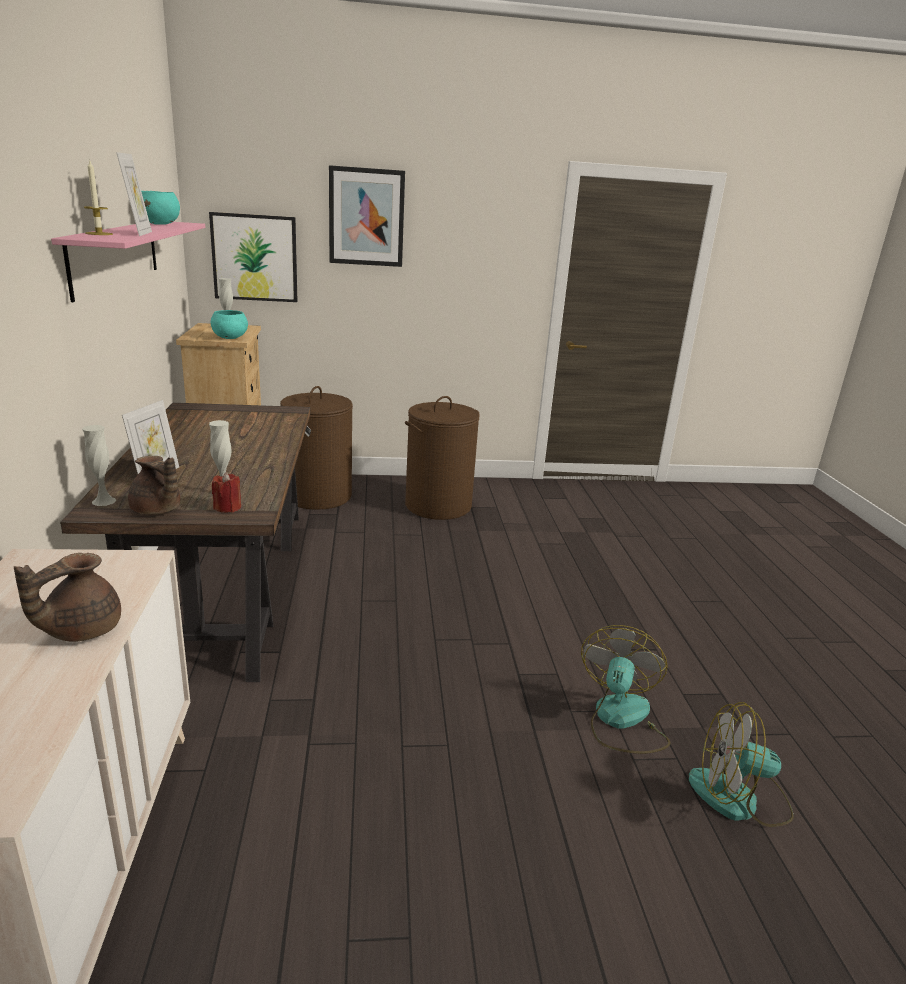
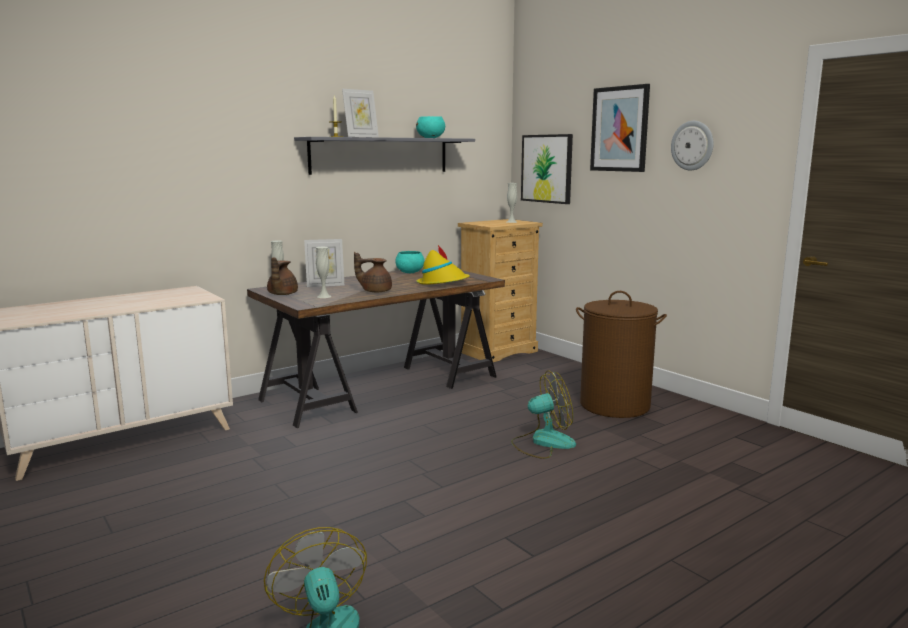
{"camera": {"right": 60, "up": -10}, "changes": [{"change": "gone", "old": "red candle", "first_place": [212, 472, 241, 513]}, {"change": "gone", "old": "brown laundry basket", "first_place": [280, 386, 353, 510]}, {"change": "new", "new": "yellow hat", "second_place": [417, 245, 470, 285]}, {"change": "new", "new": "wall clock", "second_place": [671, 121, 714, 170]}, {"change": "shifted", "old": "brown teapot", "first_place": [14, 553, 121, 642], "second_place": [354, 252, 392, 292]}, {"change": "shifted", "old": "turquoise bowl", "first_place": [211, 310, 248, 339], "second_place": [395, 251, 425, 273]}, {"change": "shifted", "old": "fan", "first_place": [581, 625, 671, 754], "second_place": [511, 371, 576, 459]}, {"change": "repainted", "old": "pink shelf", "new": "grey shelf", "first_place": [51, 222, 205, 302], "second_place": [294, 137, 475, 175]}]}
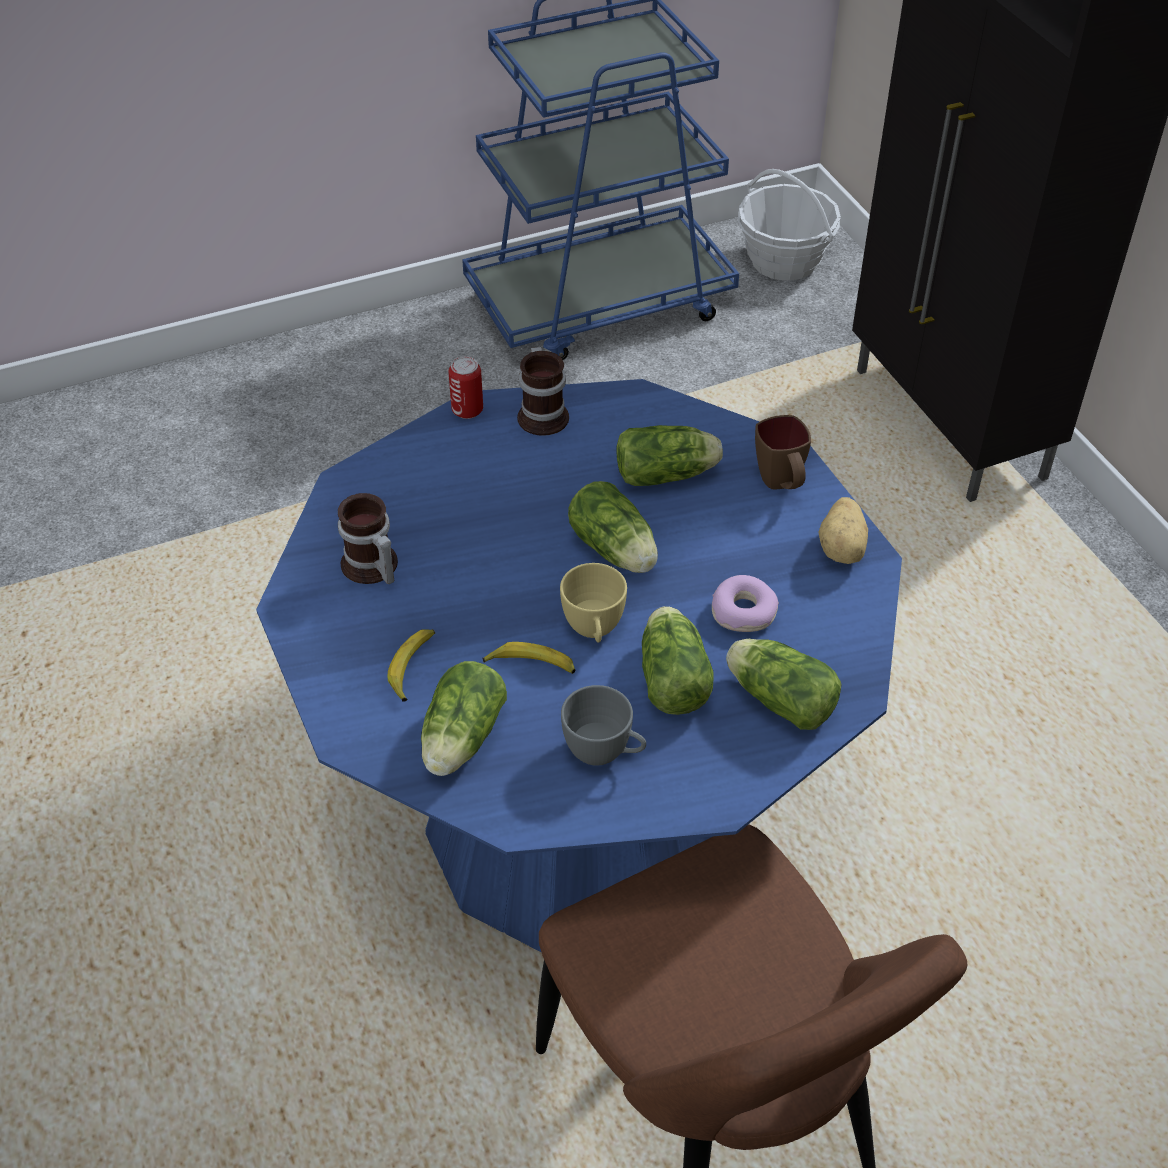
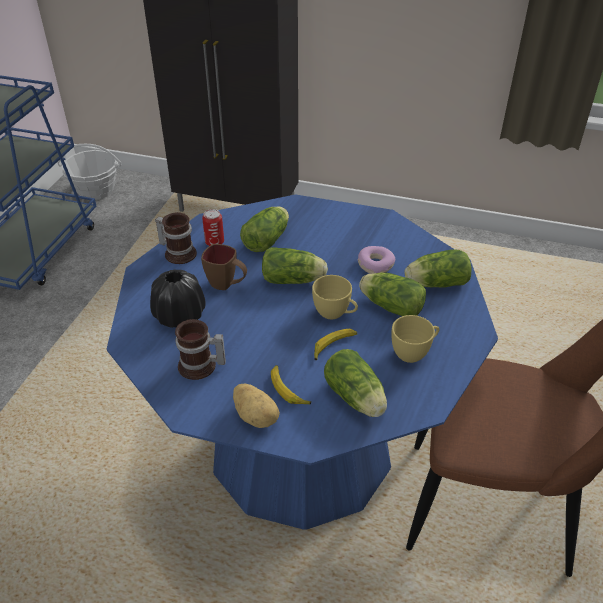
{"camera": {"right": -50, "up": -5}, "changes": [{"change": "new", "new": "black vase", "second_place": [150, 270, 206, 328]}, {"change": "shifted", "old": "can", "first_place": [448, 356, 483, 419], "second_place": [202, 209, 224, 246]}, {"change": "shifted", "old": "brown mug", "first_place": [755, 415, 811, 489], "second_place": [201, 244, 247, 290]}, {"change": "shifted", "old": "potato", "first_place": [818, 497, 868, 564], "second_place": [233, 383, 280, 428]}, {"change": "repainted", "old": "grey cup", "new": "yellow cup", "first_place": [561, 685, 646, 766], "second_place": [391, 315, 439, 363]}]}
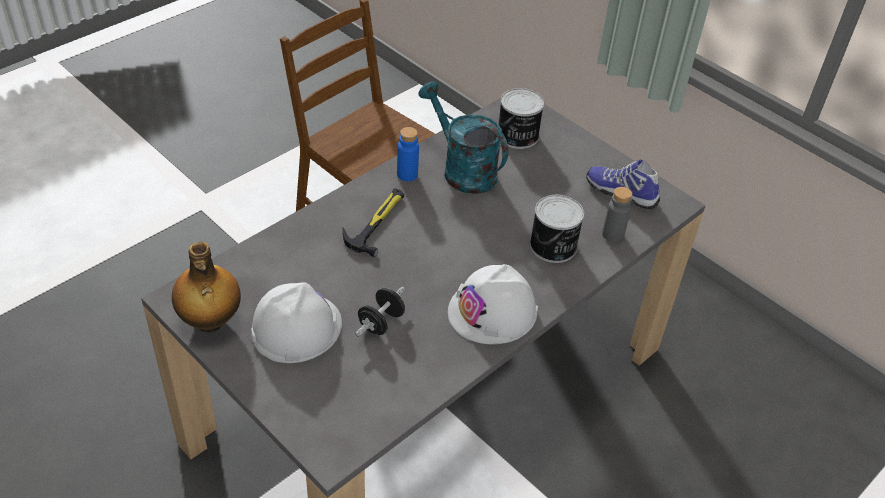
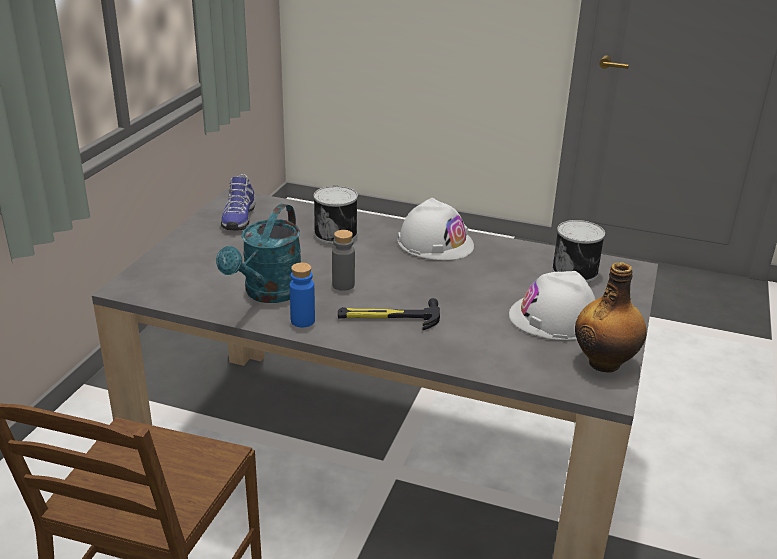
{"camera": {"right": -115, "up": -15}, "changes": [{"change": "gone", "old": "black dumbbell", "first_place": [356, 287, 405, 337]}, {"change": "shifted", "old": "can", "first_place": [499, 88, 544, 149], "second_place": [552, 220, 605, 282]}, {"change": "shifted", "old": "grey bottle", "first_place": [602, 187, 632, 242], "second_place": [332, 230, 355, 291]}]}
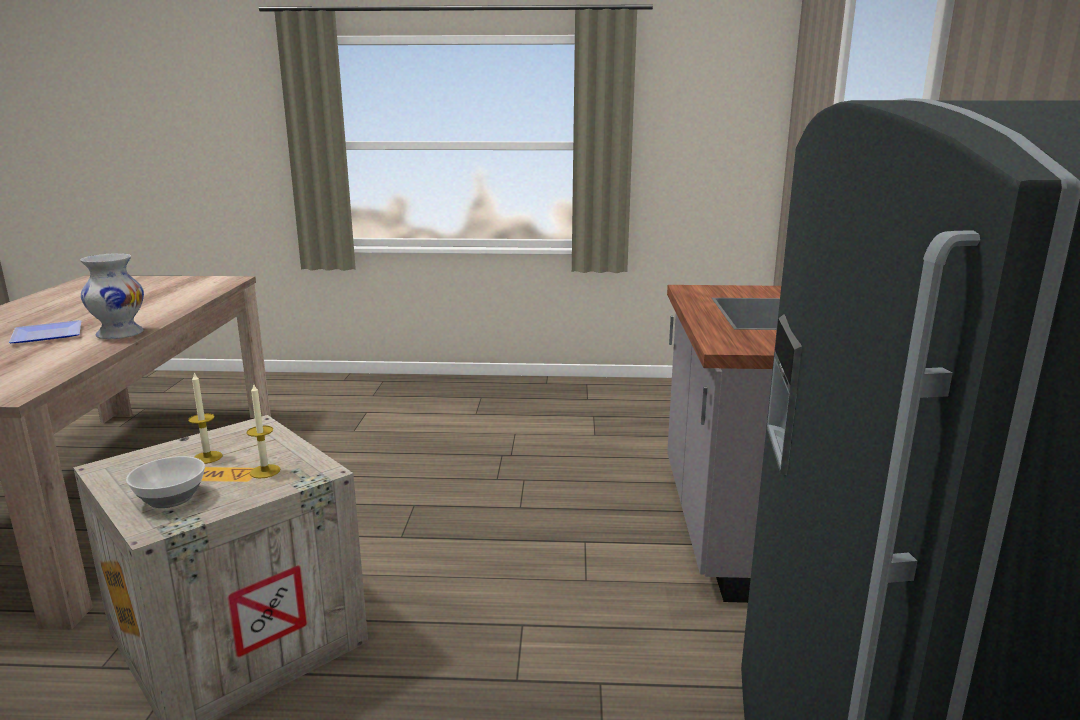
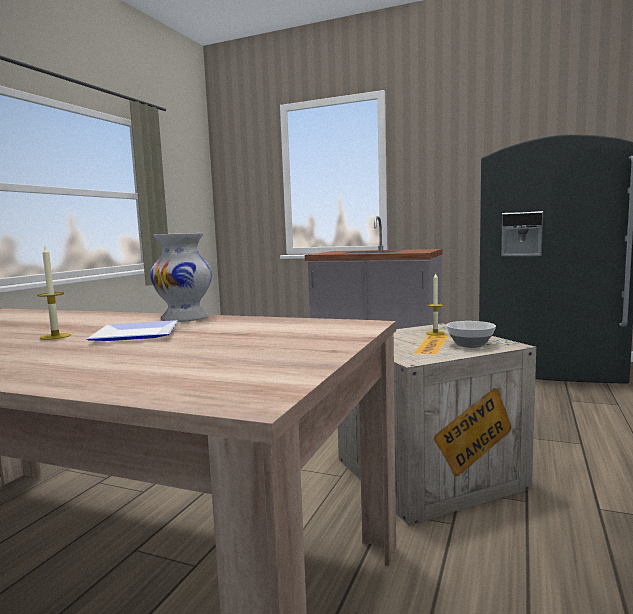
{"camera": {"right": -70, "up": -10}, "changes": [{"change": "shifted", "old": "candle", "first_place": [188, 372, 223, 464], "second_place": [37, 246, 71, 340]}]}
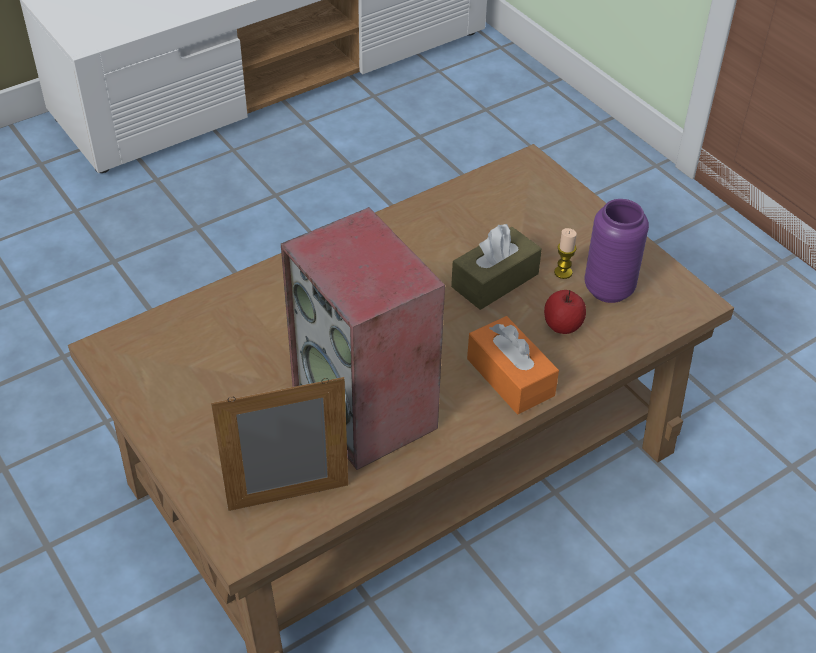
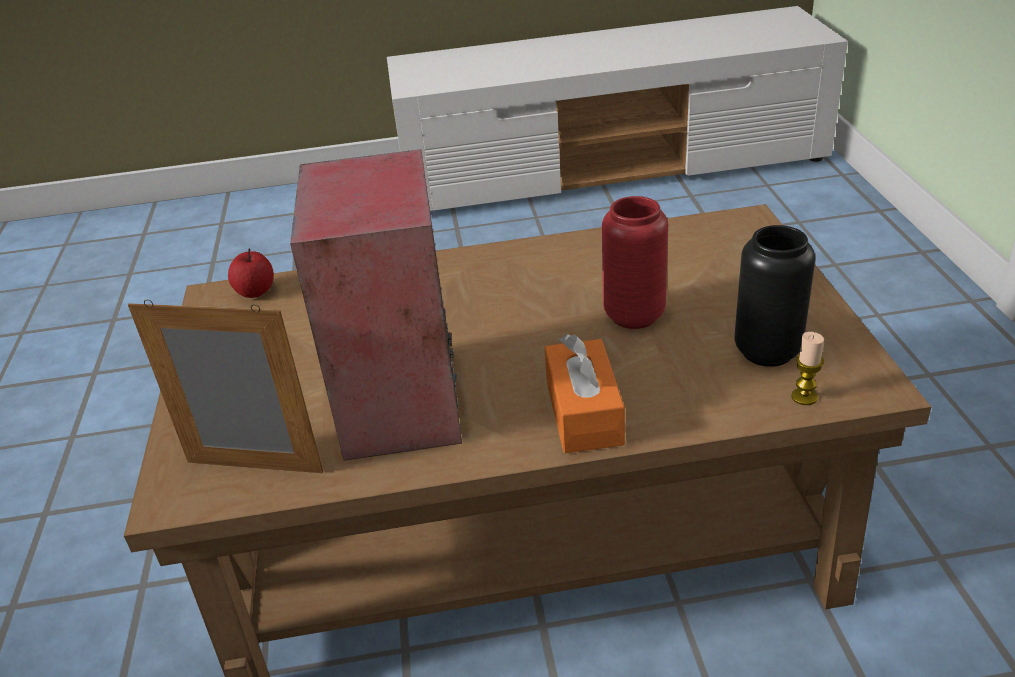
{"camera": {"right": 30, "up": -10}, "changes": [{"change": "shifted", "old": "apple", "first_place": [544, 290, 586, 334], "second_place": [228, 248, 274, 298]}, {"change": "shifted", "old": "candle", "first_place": [554, 228, 577, 279], "second_place": [791, 332, 824, 405]}, {"change": "swapped", "old": "brown tissue box", "new": "red vase", "first_place": [451, 224, 542, 310], "second_place": [602, 196, 668, 329]}, {"change": "repainted", "old": "purple vase", "new": "black vase", "first_place": [585, 199, 649, 303], "second_place": [734, 225, 815, 367]}]}
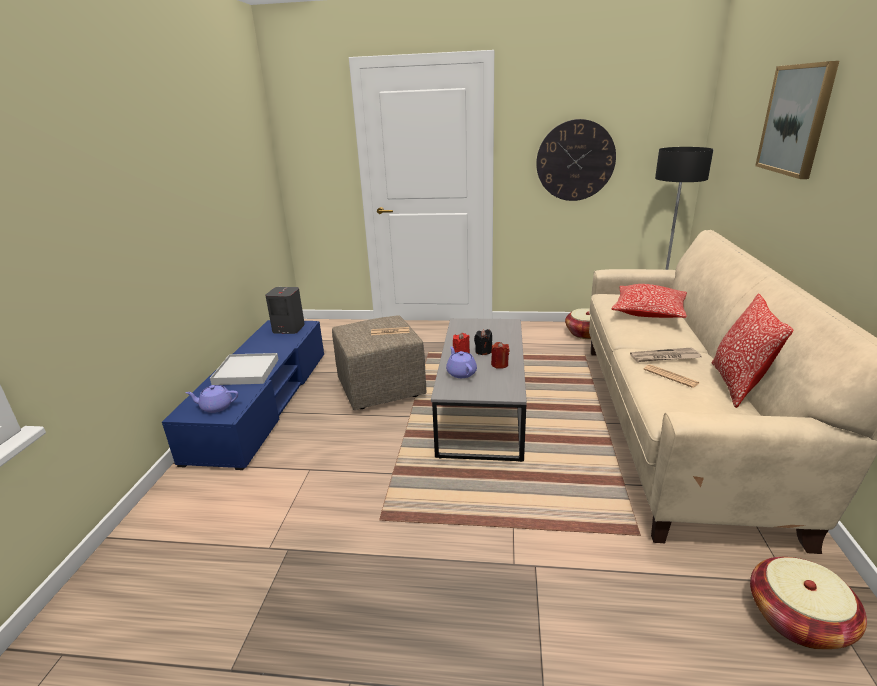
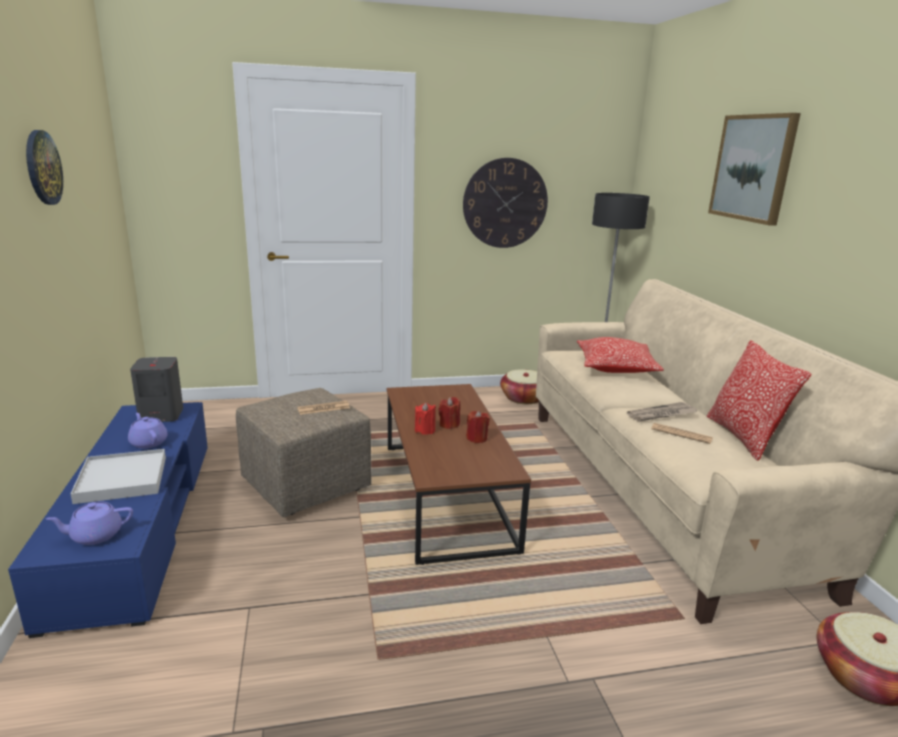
{"camera": {"right": -20, "up": -5}, "changes": [{"change": "new", "new": "wall clock", "second_place": [26, 130, 63, 205]}, {"change": "shifted", "old": "purple teapot", "first_place": [446, 347, 477, 378], "second_place": [128, 413, 168, 449]}, {"change": "repainted", "old": "grey coffee table", "new": "brown coffee table", "first_place": [431, 318, 527, 462], "second_place": [387, 384, 531, 565]}, {"change": "repainted", "old": "black candle", "new": "red candle", "first_place": [474, 329, 492, 355], "second_place": [438, 397, 460, 429]}]}
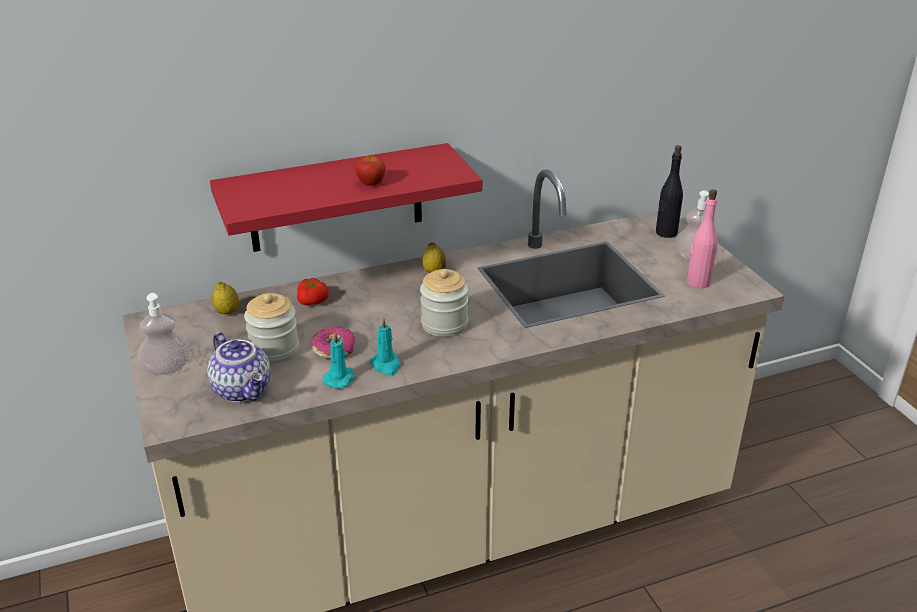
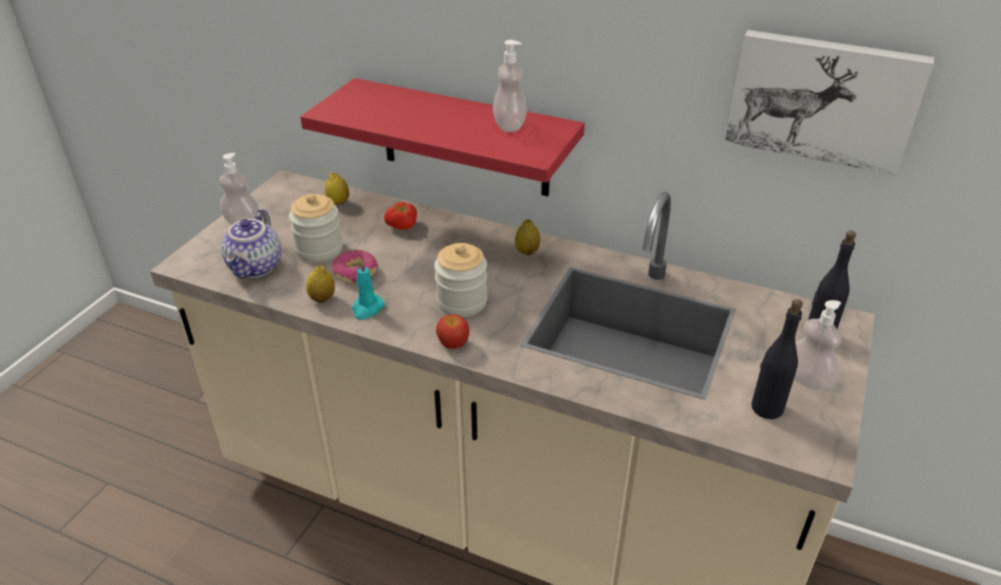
{"camera": {"right": 45, "up": 5}, "changes": [{"change": "new", "new": "soap dispenser", "second_place": [493, 40, 527, 132]}, {"change": "new", "new": "picture", "second_place": [725, 30, 934, 175]}, {"change": "shifted", "old": "apple", "first_place": [356, 156, 386, 186], "second_place": [436, 314, 469, 349]}, {"change": "swapped", "old": "turquoise candle", "new": "lemon", "first_place": [323, 331, 355, 389], "second_place": [306, 265, 335, 303]}, {"change": "repainted", "old": "pink bottle", "new": "black bottle", "first_place": [687, 189, 718, 288], "second_place": [751, 299, 803, 419]}]}
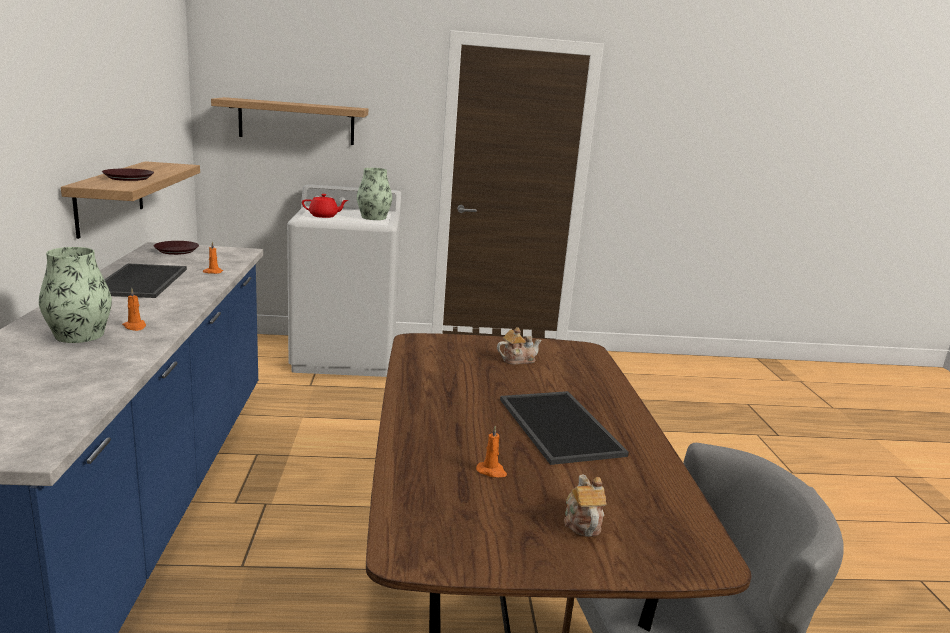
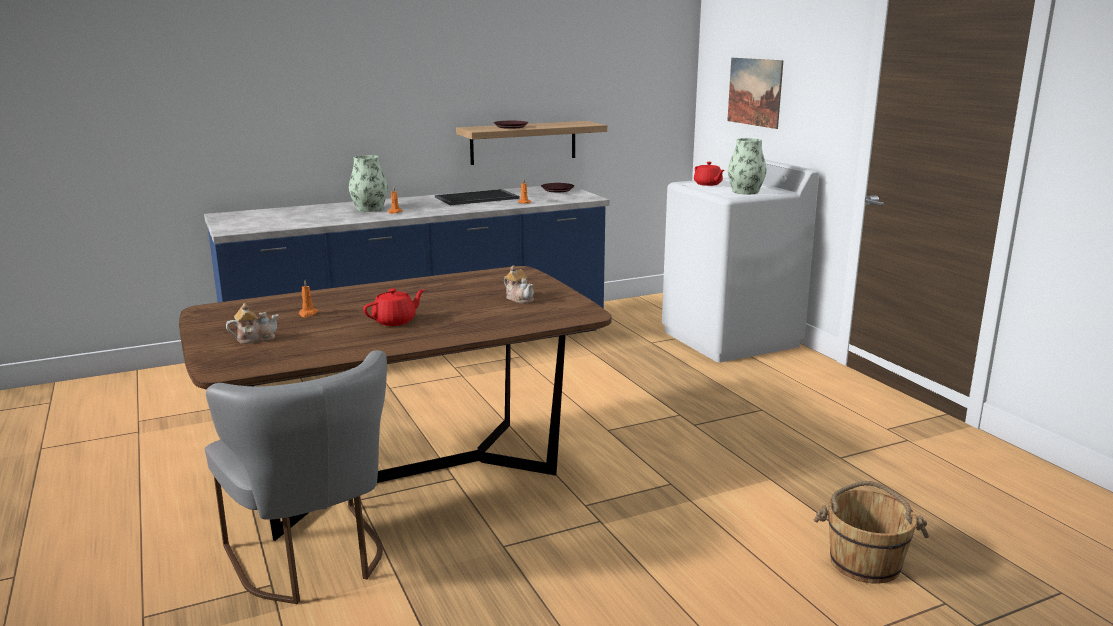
{"camera": {"right": 70, "up": 0}, "changes": [{"change": "new", "new": "brown bucket", "second_place": [814, 481, 929, 584]}, {"change": "swapped", "old": "shelf", "new": "picture", "first_place": [211, 97, 368, 145], "second_place": [727, 58, 783, 129]}, {"change": "swapped", "old": "tray", "new": "red teapot", "first_place": [500, 391, 629, 465], "second_place": [363, 288, 425, 326]}]}
